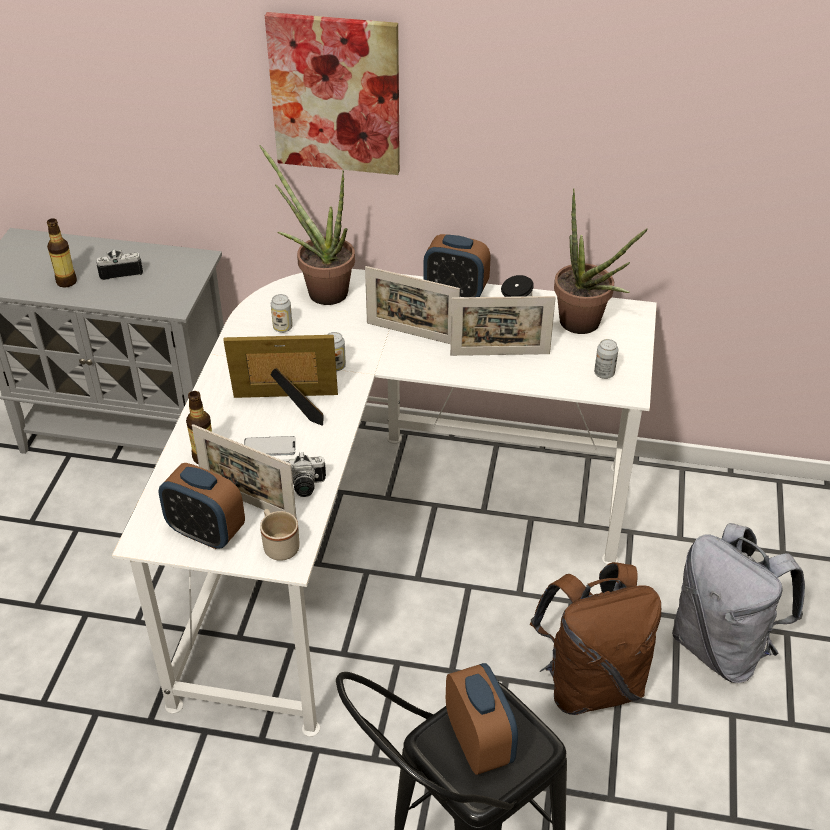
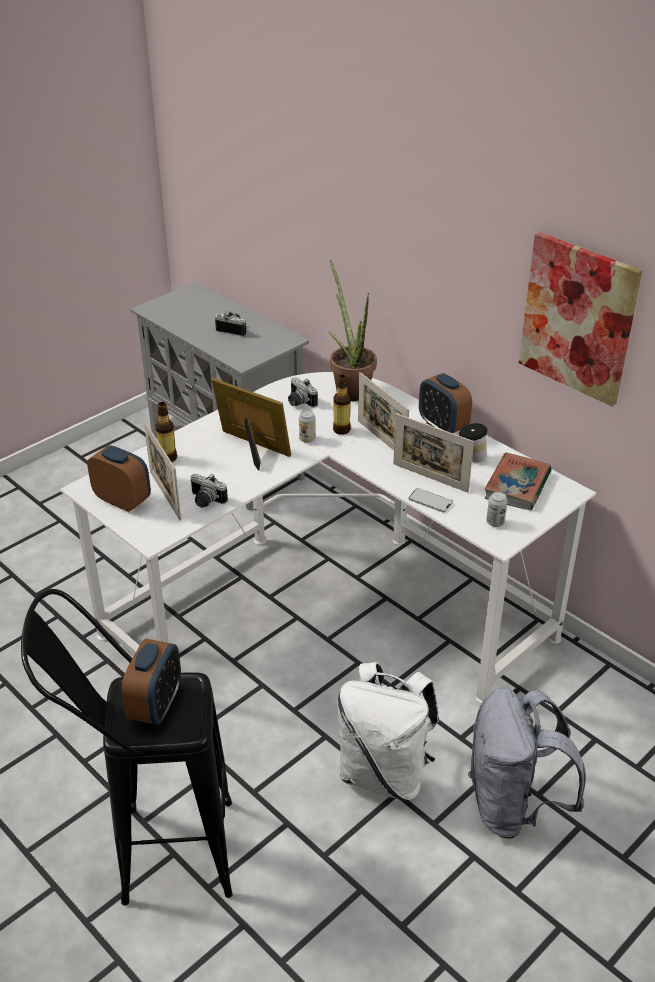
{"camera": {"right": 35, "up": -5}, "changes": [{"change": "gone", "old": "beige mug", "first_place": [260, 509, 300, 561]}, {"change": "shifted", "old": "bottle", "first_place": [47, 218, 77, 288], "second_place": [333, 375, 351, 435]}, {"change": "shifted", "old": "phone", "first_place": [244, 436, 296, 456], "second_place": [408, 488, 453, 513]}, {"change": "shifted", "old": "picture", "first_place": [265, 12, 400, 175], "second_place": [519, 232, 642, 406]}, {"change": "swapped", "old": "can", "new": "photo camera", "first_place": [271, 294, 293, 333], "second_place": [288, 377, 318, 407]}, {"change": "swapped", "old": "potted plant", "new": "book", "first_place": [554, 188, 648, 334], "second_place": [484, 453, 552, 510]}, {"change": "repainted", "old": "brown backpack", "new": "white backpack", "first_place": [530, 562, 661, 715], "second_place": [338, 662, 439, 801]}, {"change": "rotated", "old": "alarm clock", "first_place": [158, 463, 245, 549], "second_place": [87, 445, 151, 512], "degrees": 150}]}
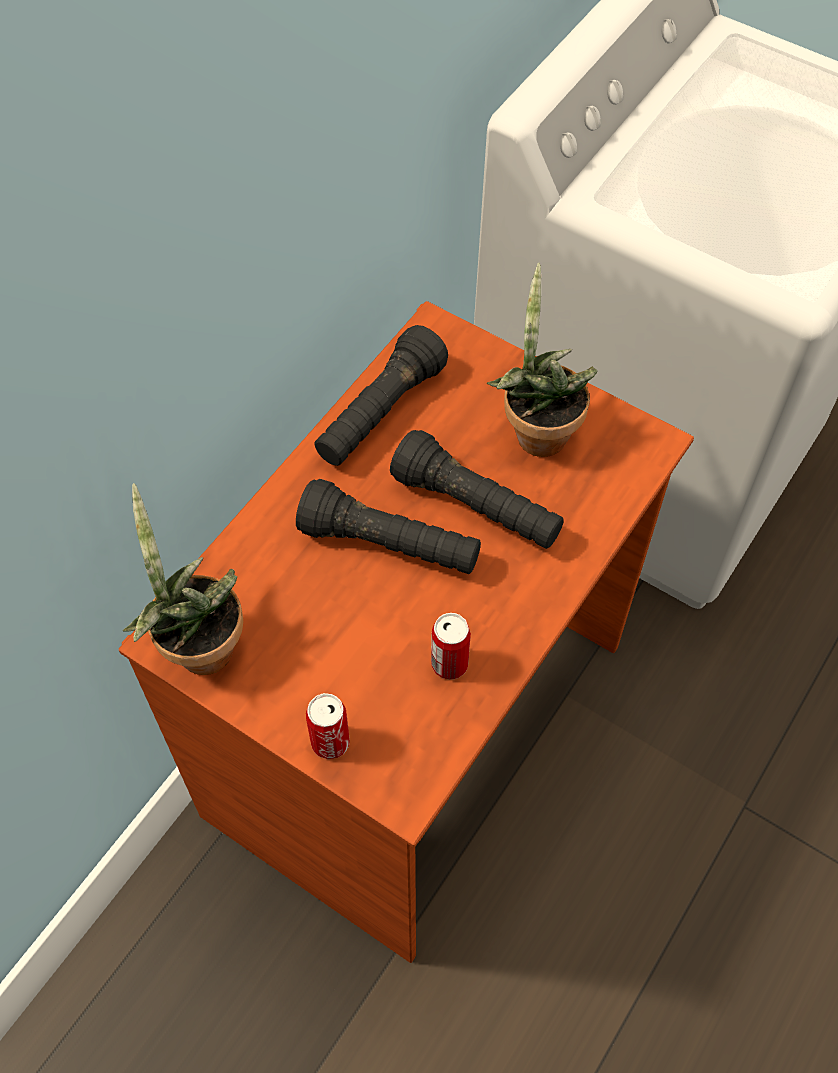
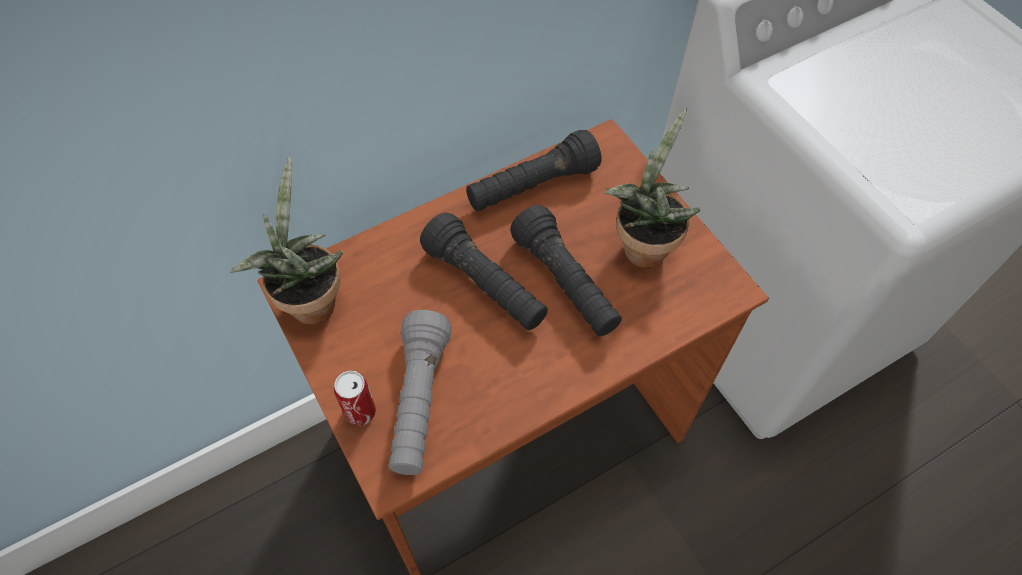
{"camera": {"right": 25, "up": 0}, "changes": [{"change": "gone", "old": "can", "first_place": [431, 613, 471, 680]}, {"change": "new", "new": "grey flashlight", "second_place": [389, 310, 452, 475]}]}
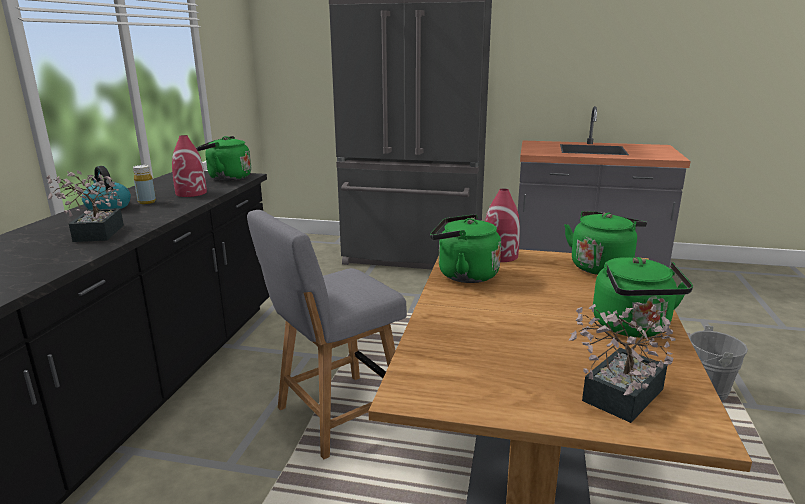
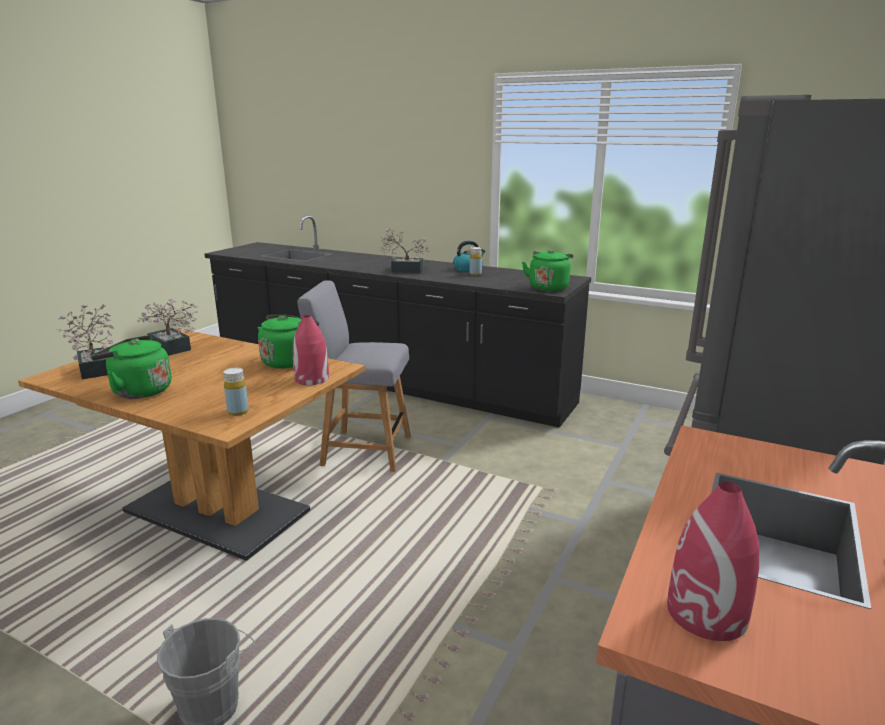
{"camera": {"right": 105, "up": 0}, "changes": [{"change": "new", "new": "potted plant", "second_place": [137, 298, 198, 356]}, {"change": "shifted", "old": "red vase", "first_place": [172, 135, 207, 197], "second_place": [667, 482, 759, 641]}, {"change": "swapped", "old": "green kettle", "new": "yellow bottle", "first_place": [564, 211, 647, 275], "second_place": [223, 367, 249, 416]}, {"change": "rotated", "old": "grey chair", "first_place": [247, 210, 407, 459], "second_place": [298, 280, 411, 472], "degrees": -60}]}
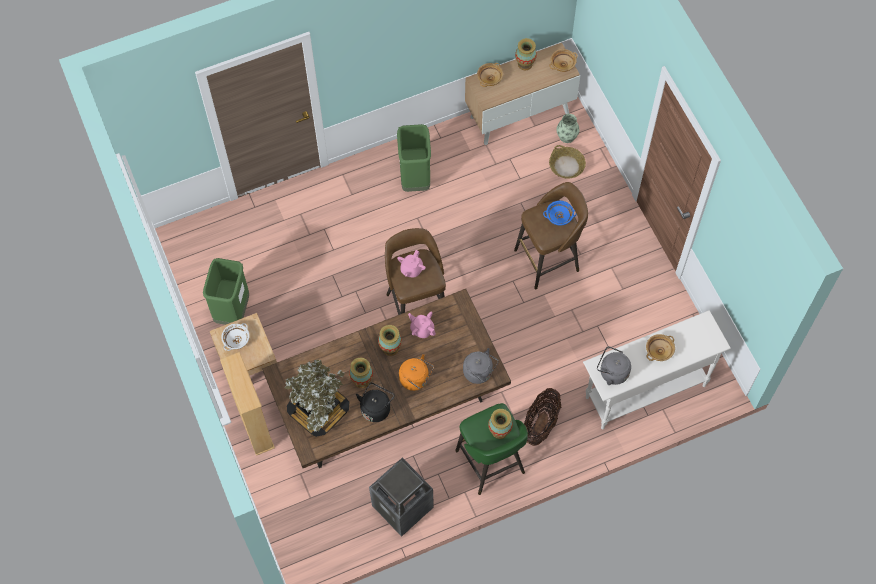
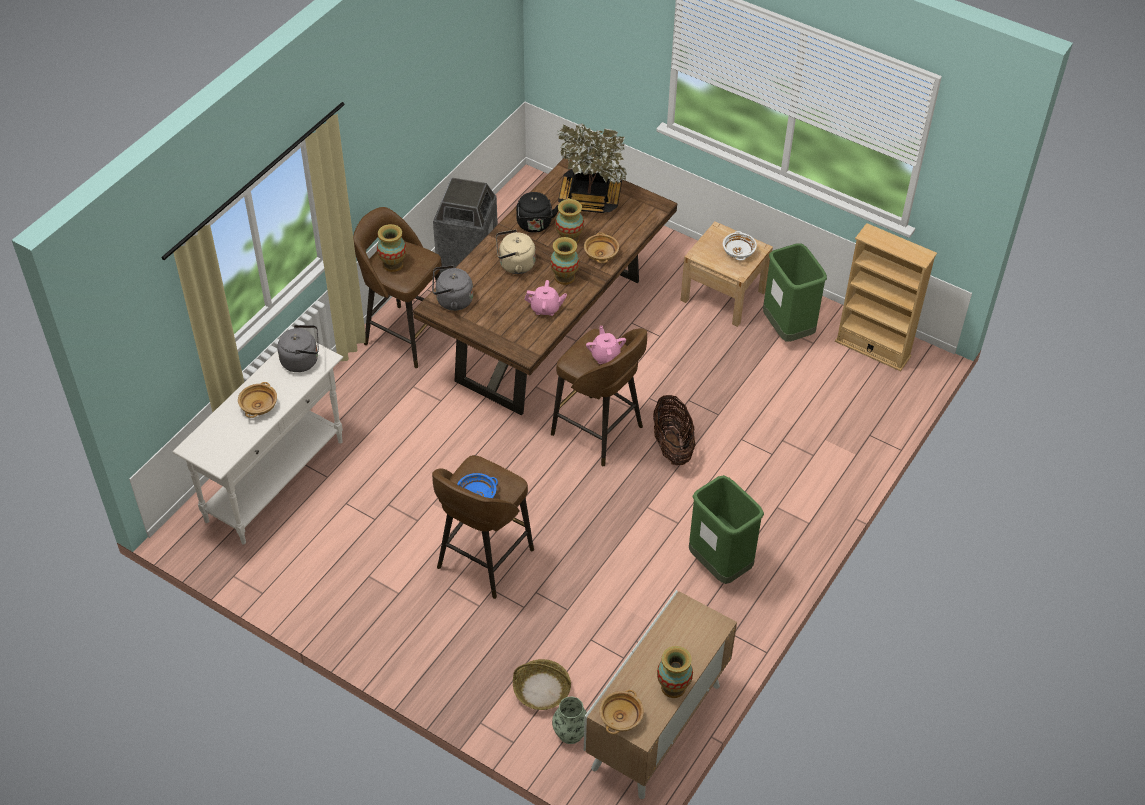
{"camera": {"right": 145, "up": -15}, "changes": [{"change": "shifted", "old": "beige bookcase", "first_place": [220, 352, 275, 456], "second_place": [835, 223, 937, 372]}, {"change": "shifted", "old": "beige bowl", "first_place": [477, 63, 503, 87], "second_place": [584, 232, 619, 263]}, {"change": "shifted", "old": "basket", "first_place": [524, 388, 561, 446], "second_place": [653, 395, 696, 465]}, {"change": "repainted", "old": "orange kettle", "new": "beige kettle", "first_place": [399, 354, 434, 391], "second_place": [496, 229, 536, 274]}, {"change": "repainted", "old": "green stool", "new": "brown stool", "first_place": [455, 403, 528, 495], "second_place": [353, 207, 441, 368]}]}
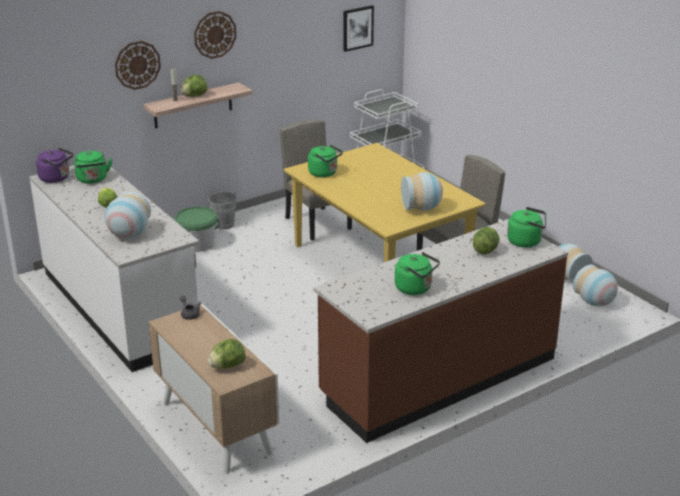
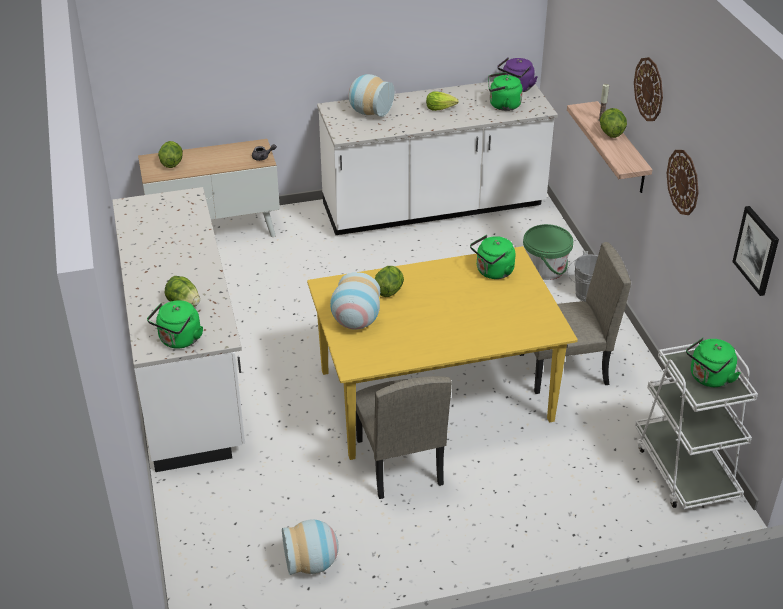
{"camera": {"right": 110, "up": 10}, "changes": [{"change": "gone", "old": "vase", "first_place": [573, 265, 618, 306]}, {"change": "new", "new": "lettuce", "second_place": [375, 266, 404, 297]}, {"change": "shifted", "old": "wall clock", "first_place": [115, 41, 161, 90], "second_place": [667, 150, 699, 215]}, {"change": "shifted", "old": "green kettle", "first_place": [395, 252, 440, 295], "second_place": [686, 338, 740, 387]}, {"change": "repainted", "old": "brown counter", "new": "white counter", "first_place": [314, 219, 568, 443], "second_place": [112, 187, 245, 472]}]}
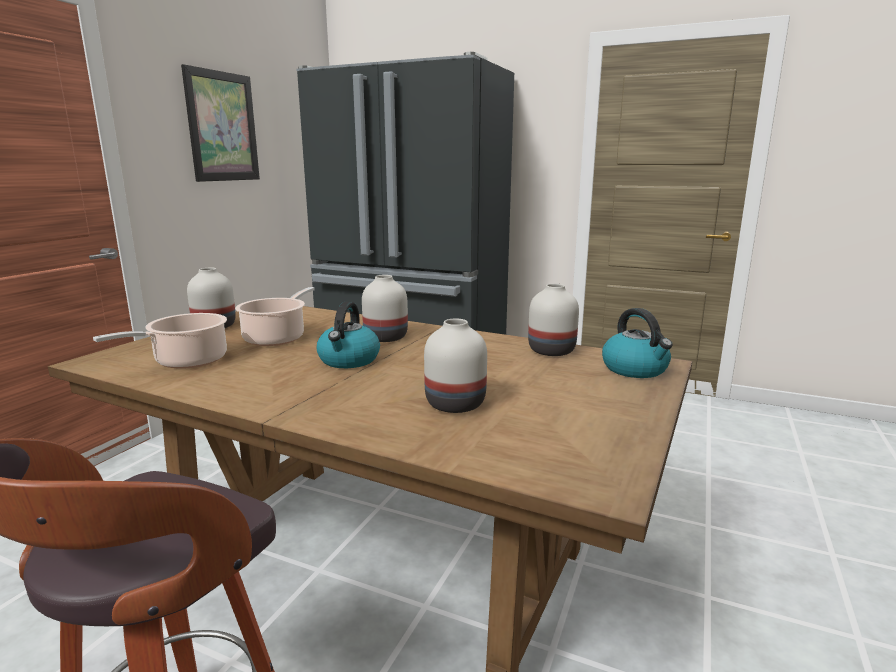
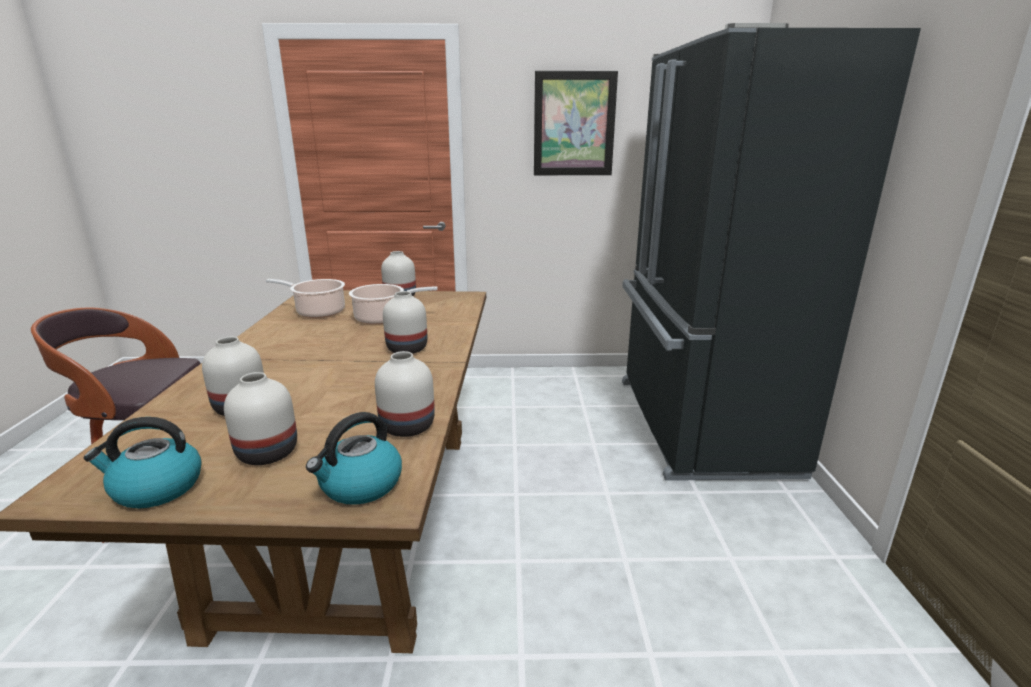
{"camera": {"right": 65, "up": 5}, "changes": [{"change": "new", "new": "white vase", "second_place": [224, 372, 297, 465]}, {"change": "shifted", "old": "kettle", "first_place": [317, 302, 380, 368], "second_place": [83, 417, 202, 508]}]}
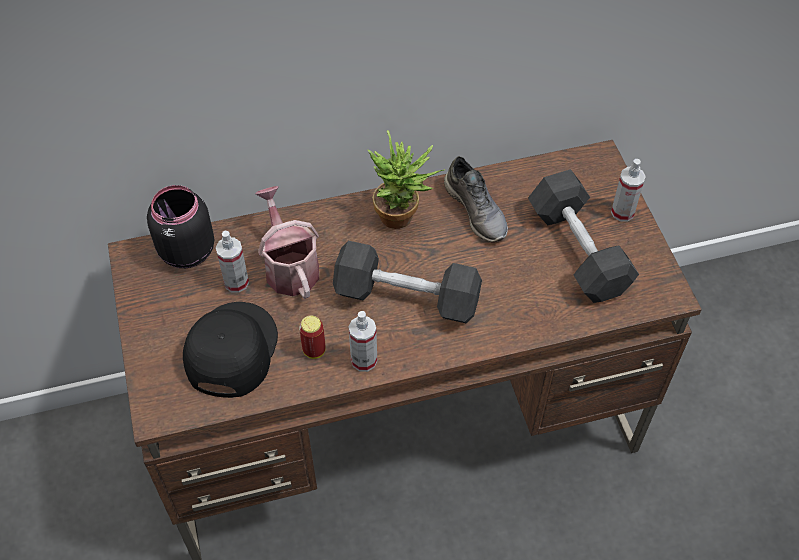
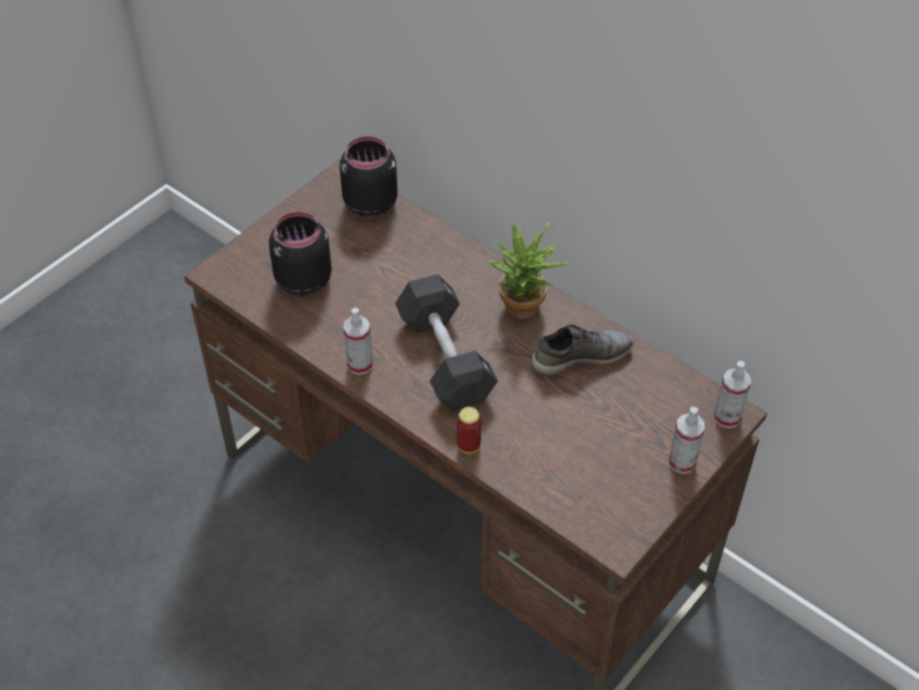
{"camera": {"right": 55, "up": -5}, "changes": [{"change": "gone", "old": "watering can", "first_place": [255, 186, 319, 299]}, {"change": "gone", "old": "black dumbbell", "first_place": [528, 169, 639, 303]}, {"change": "shifted", "old": "spray bottle", "first_place": [216, 231, 249, 293], "second_place": [714, 361, 751, 429]}, {"change": "shifted", "old": "can", "first_place": [299, 316, 326, 359], "second_place": [457, 407, 481, 454]}, {"change": "swapped", "old": "black cap", "new": "black jar", "first_place": [183, 302, 278, 398], "second_place": [269, 211, 332, 296]}, {"change": "rotated", "old": "grey shoe", "first_place": [444, 156, 508, 242], "second_place": [531, 325, 634, 375], "degrees": -135}]}
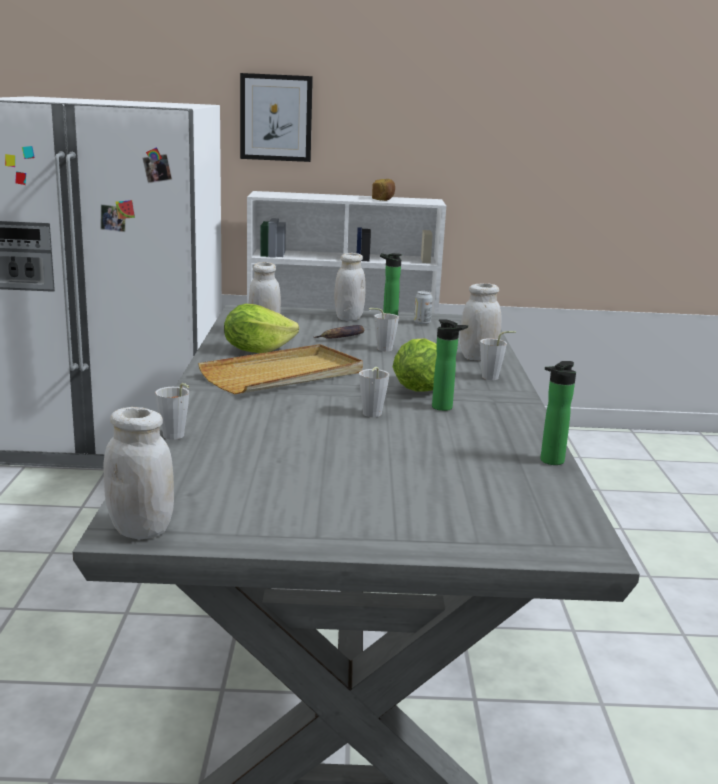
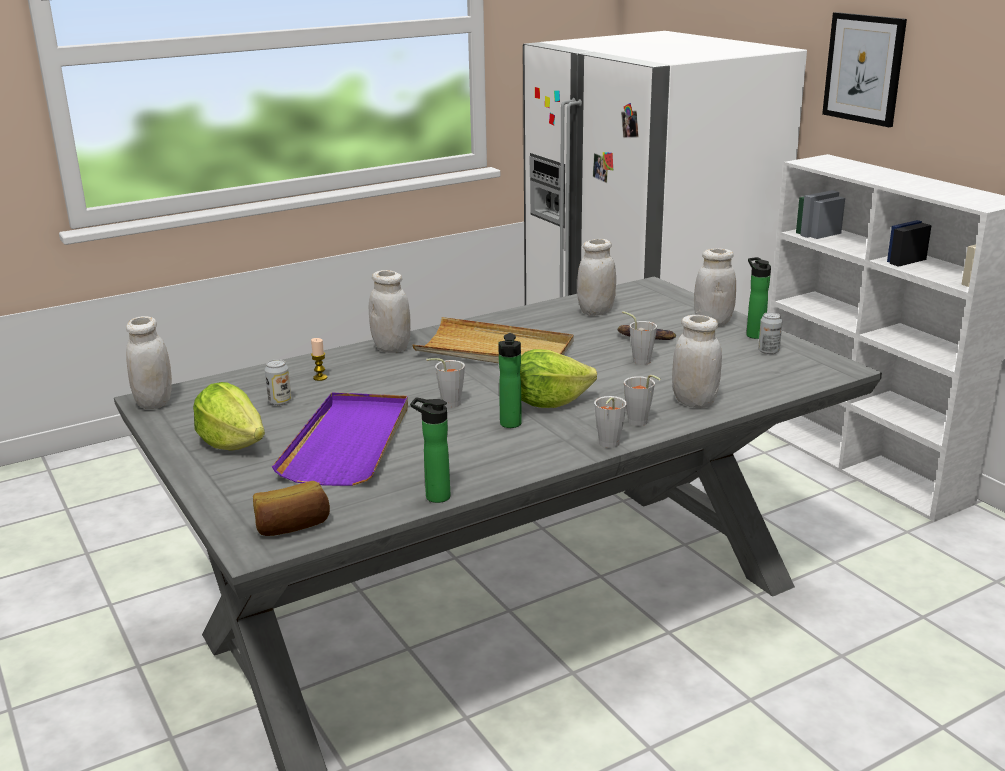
{"camera": {"right": 60, "up": 5}, "changes": [{"change": "new", "new": "can", "second_place": [265, 359, 291, 406]}, {"change": "new", "new": "purple tray", "second_place": [272, 393, 408, 486]}, {"change": "new", "new": "candle", "second_place": [311, 338, 327, 381]}, {"change": "new", "new": "white jar", "second_place": [369, 270, 411, 353]}, {"change": "shifted", "old": "grey cup", "first_place": [155, 383, 189, 440], "second_place": [594, 396, 627, 448]}, {"change": "shifted", "old": "lettuce", "first_place": [224, 304, 299, 353], "second_place": [193, 382, 265, 451]}, {"change": "shifted", "old": "bread", "first_place": [372, 179, 395, 201], "second_place": [253, 481, 330, 536]}]}
